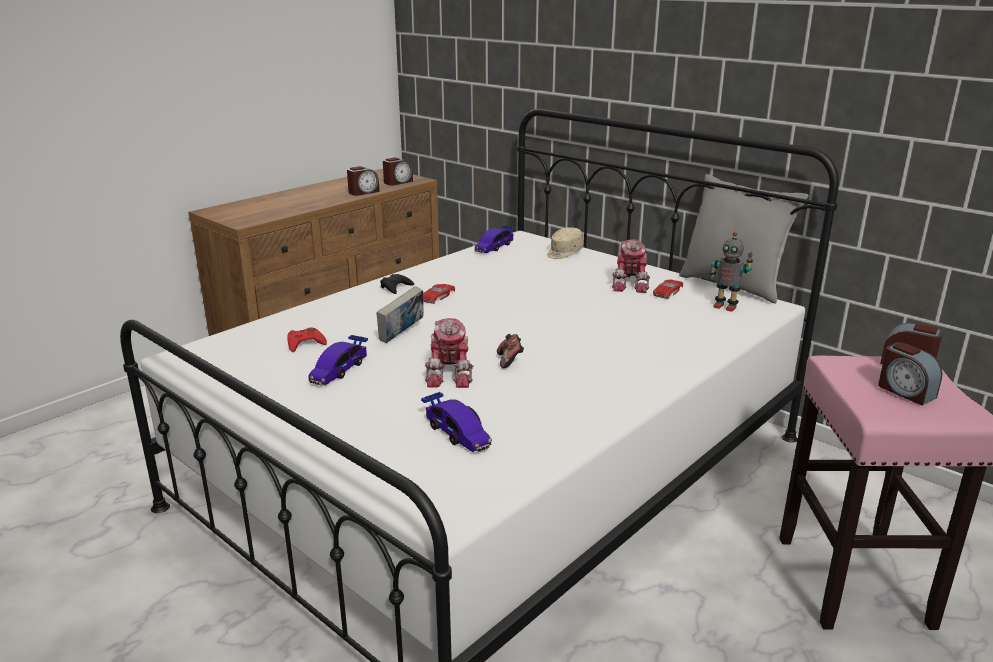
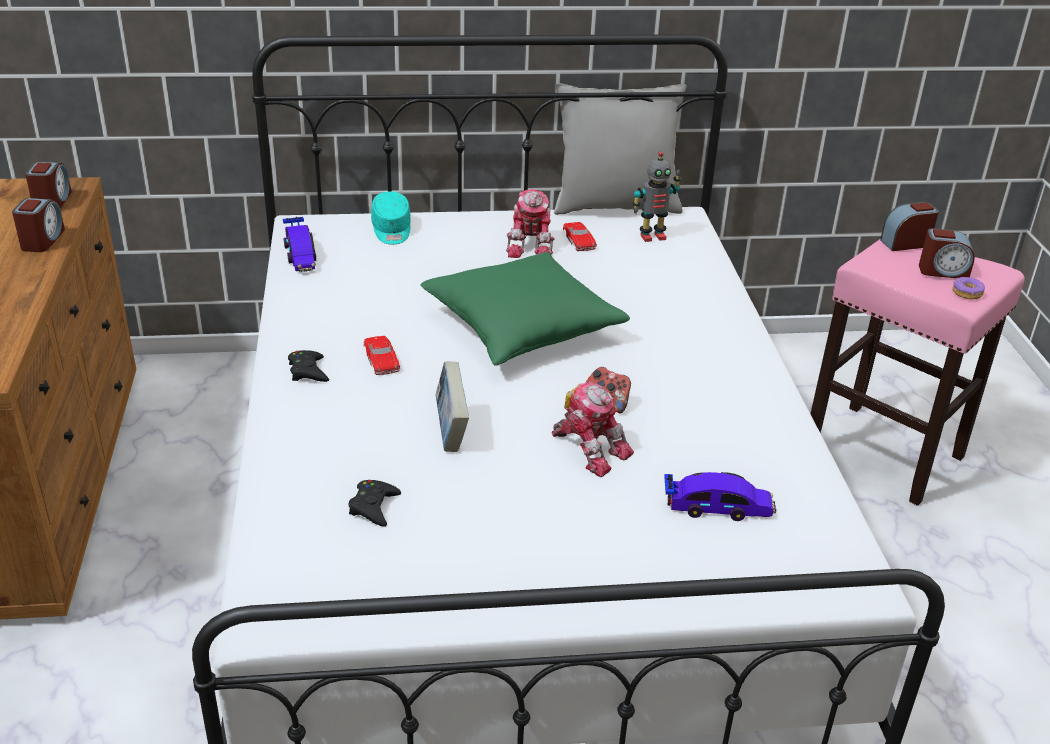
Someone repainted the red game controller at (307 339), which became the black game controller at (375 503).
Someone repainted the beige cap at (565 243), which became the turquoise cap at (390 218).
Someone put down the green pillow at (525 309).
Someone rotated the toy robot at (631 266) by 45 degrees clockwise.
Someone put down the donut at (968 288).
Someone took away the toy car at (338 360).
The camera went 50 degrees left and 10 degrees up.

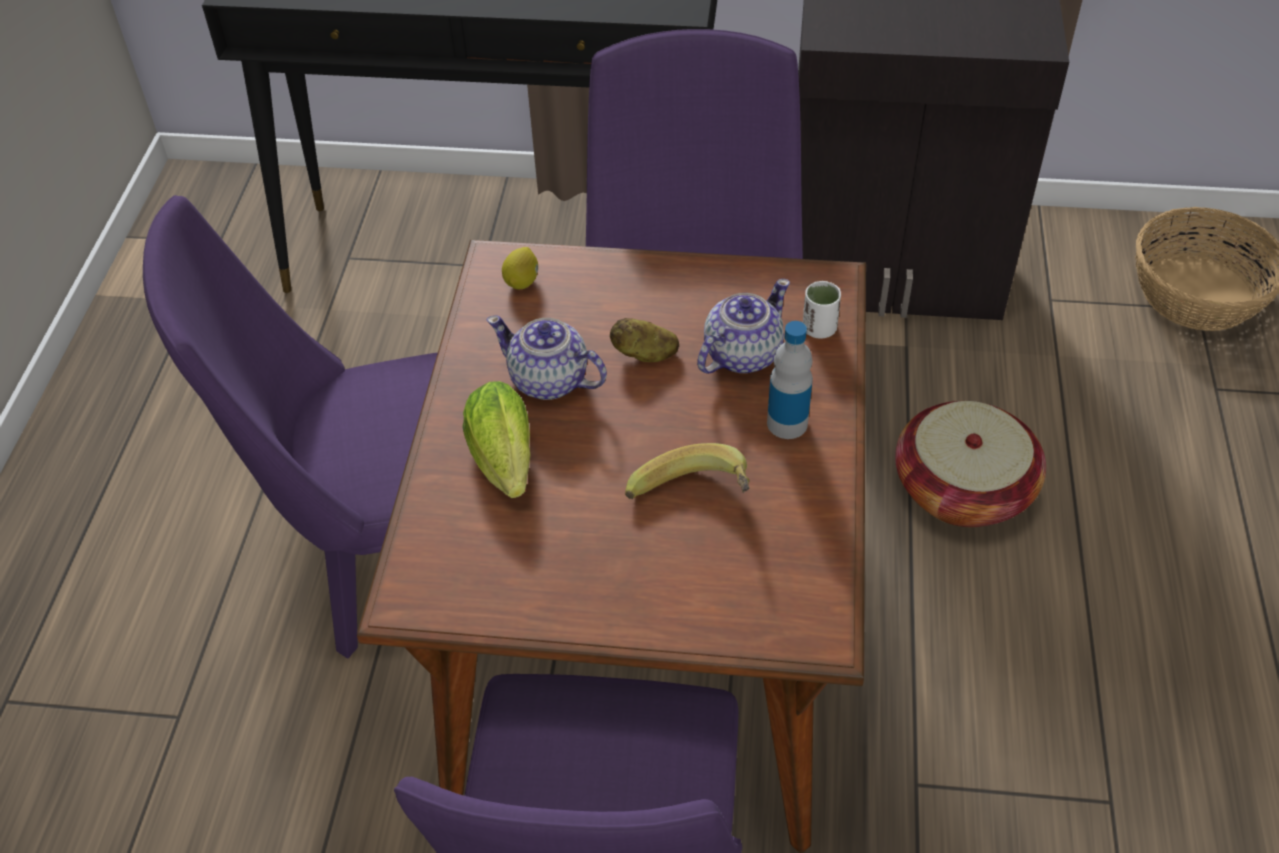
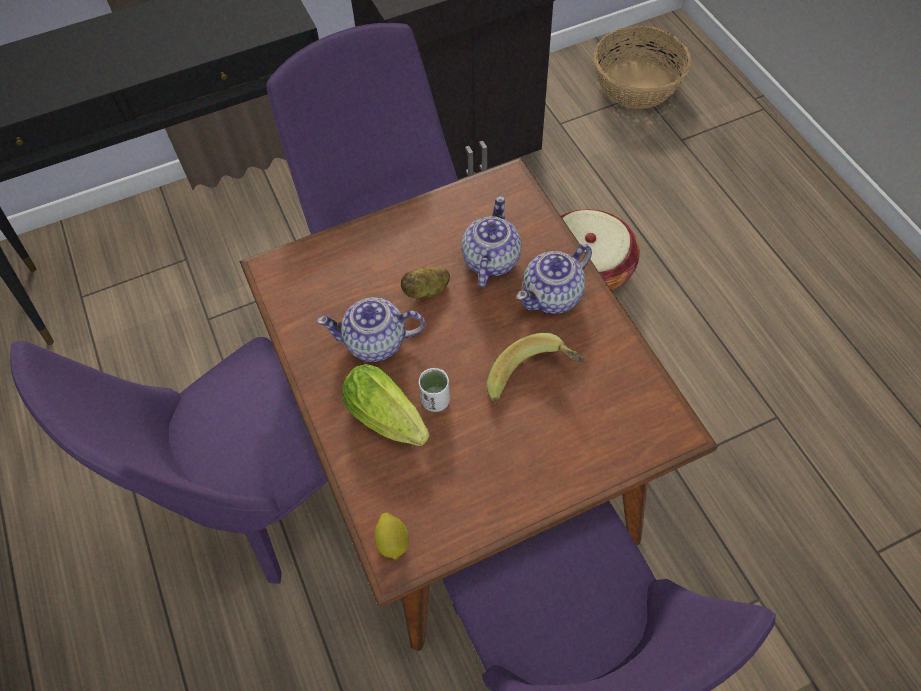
Someone carried the lemon from (520 268) to (392 536).
Someone carried the white cup from (822 310) to (434 390).
Someone swapped the bottle at (790 380) for the teapot at (554 279).
The camera went 30 degrees left and 10 degrees up.

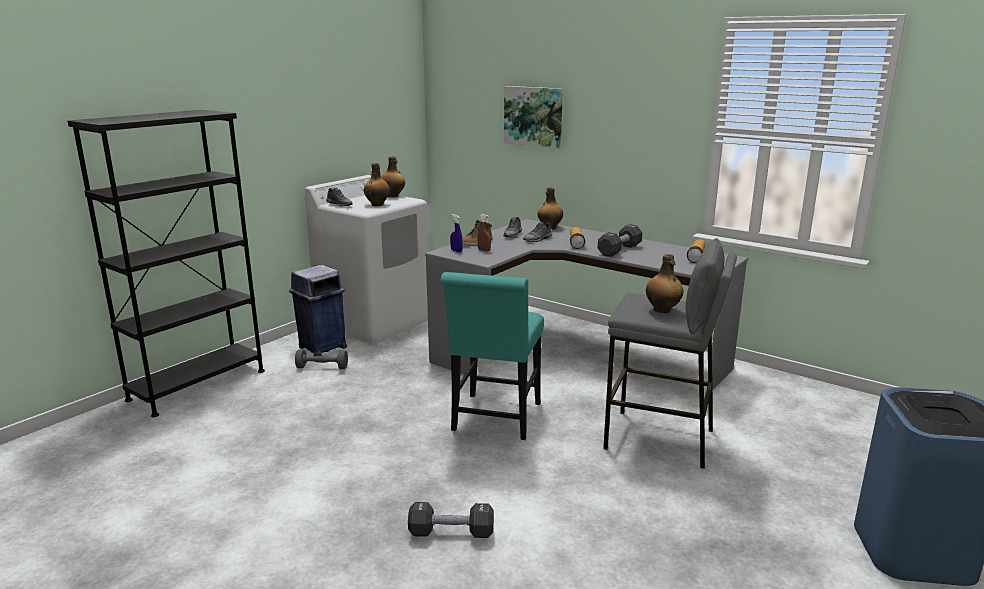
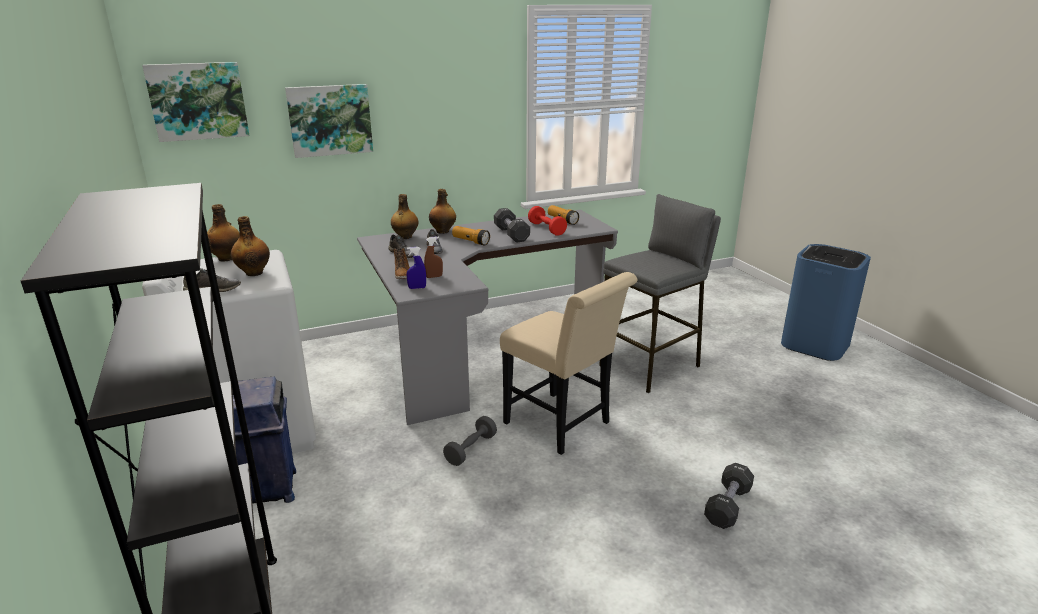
Someone put up the picture at (195 102).
Someone carried the bottle from (664 283) to (442 211).
Someone carried the grey dumbbell from (321 359) to (470 441).
Someone repainted the turquoise chair at (492 356), which became the beige chair at (569 363).
Someone put down the red dumbbell at (547 221).
The camera went 60 degrees left and 5 degrees up.

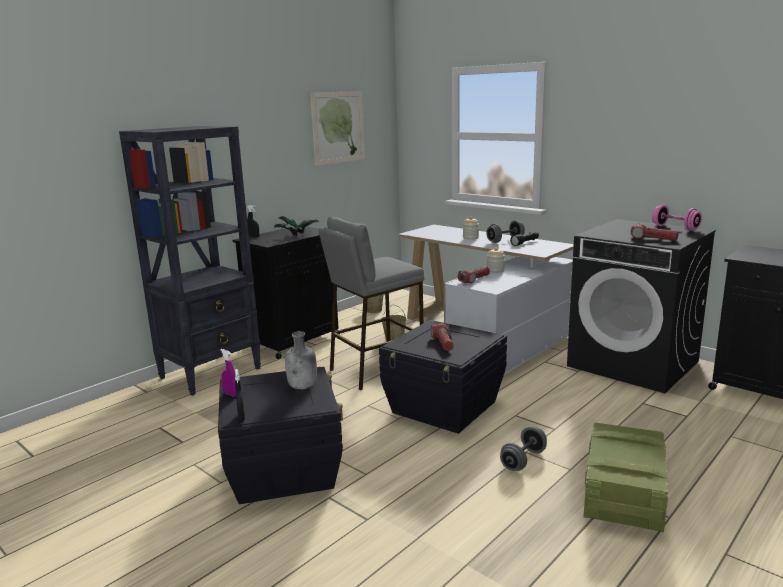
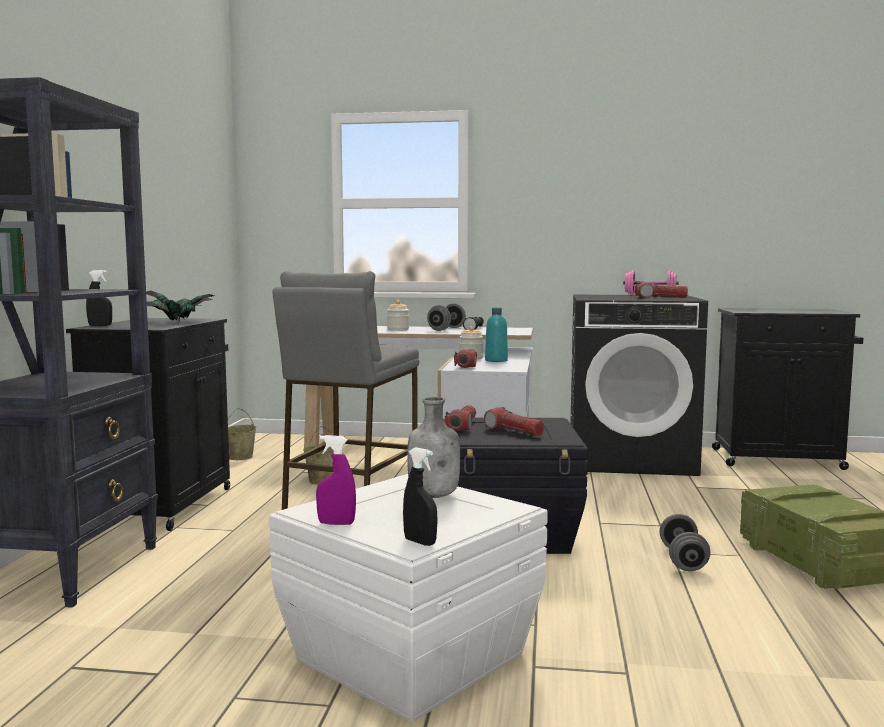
Someone repainted the black storage box at (280 435), which became the white storage box at (408 598).
Someone put down the flashlight at (460 418).
Someone put down the turquoise bottle at (496 335).
Someone took away the picture at (337 128).
The camera went 35 degrees left and 10 degrees down.

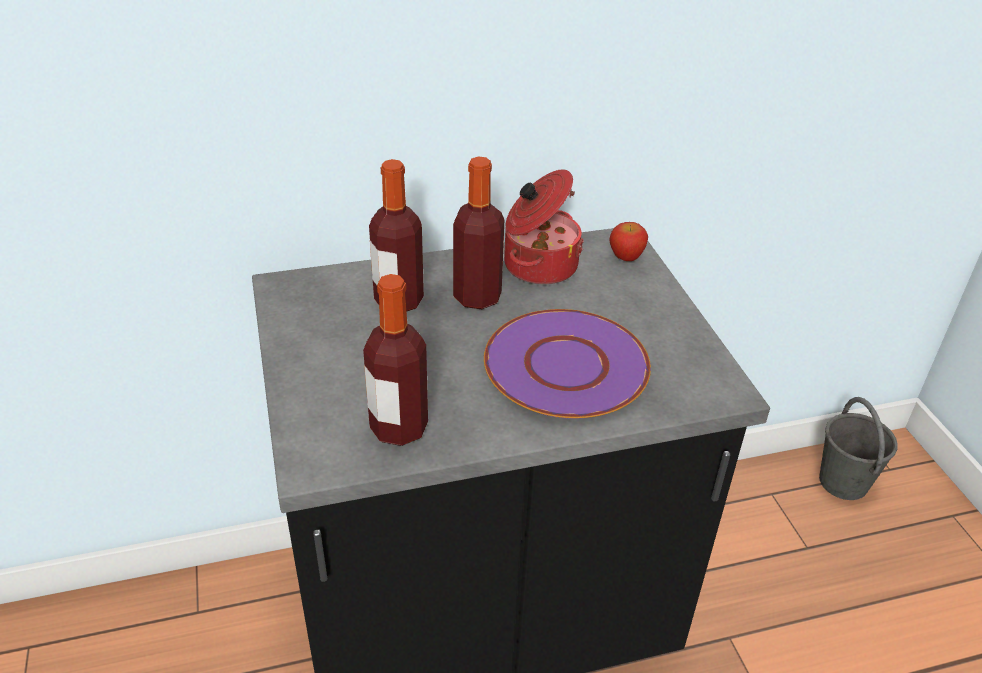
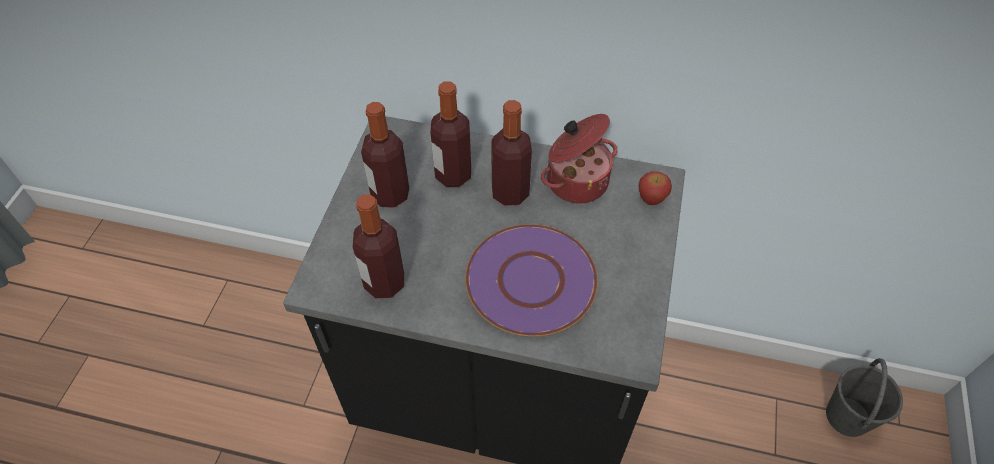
Someone put down the bottle at (385 155).
The camera went 30 degrees right and 15 degrees up.

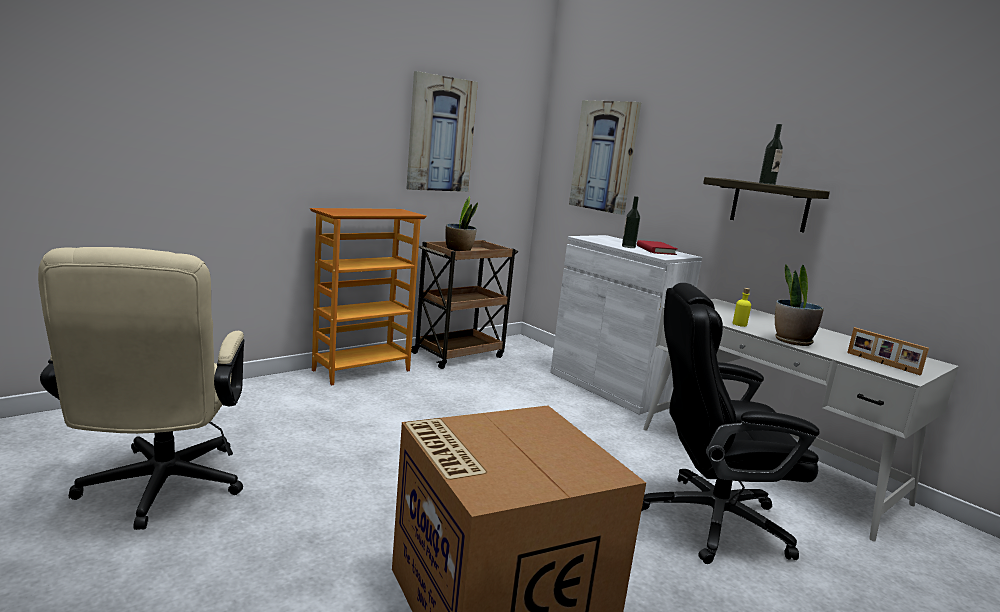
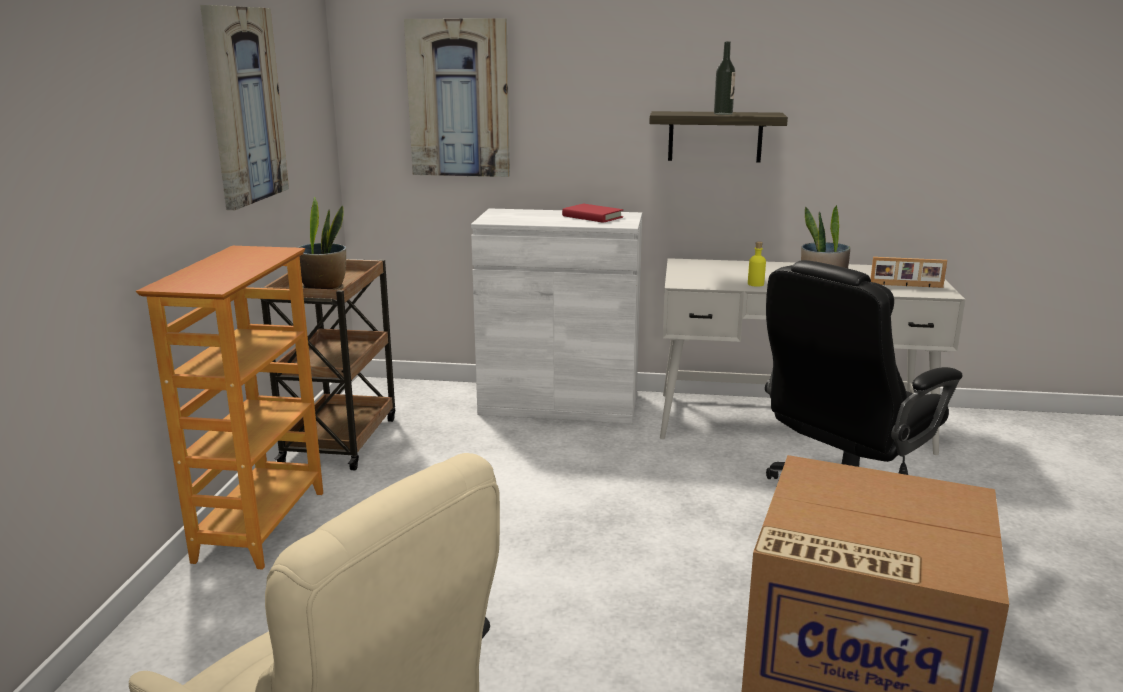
Someone took away the bottle at (631 222).
The camera went 40 degrees left and 5 degrees up.

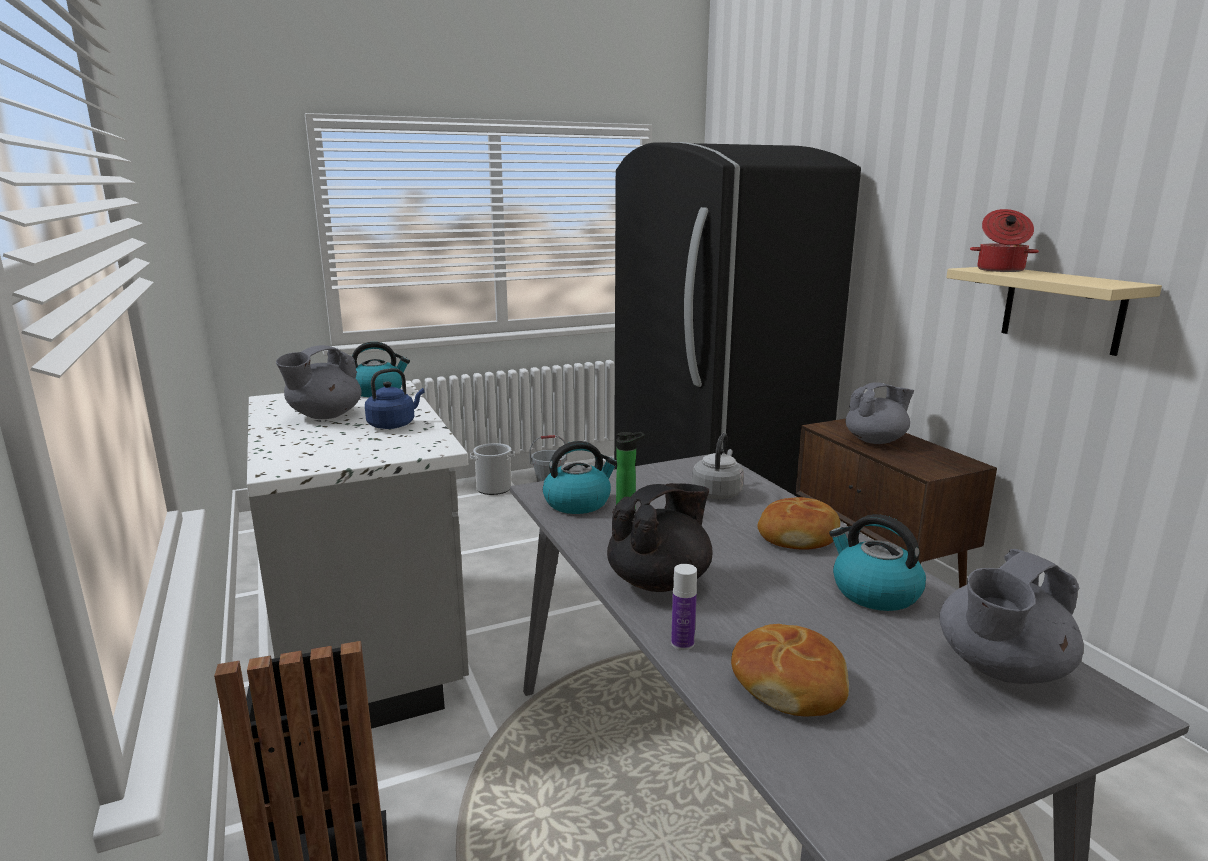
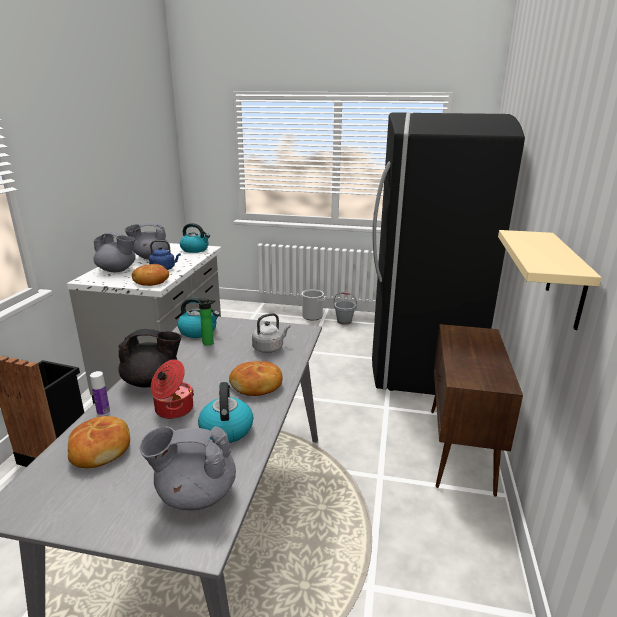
Someone carried the grey teapot from (880 413) to (114 252).
Someone put down the bread at (150 275).
Someone carried the cooking pot from (1004 240) to (172 389).
The camera went 35 degrees right and 5 degrees up.

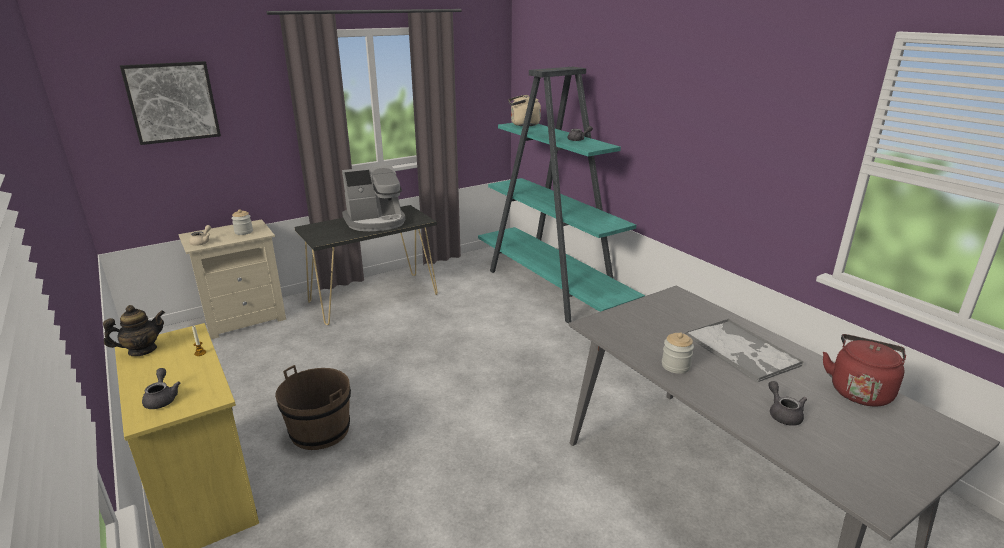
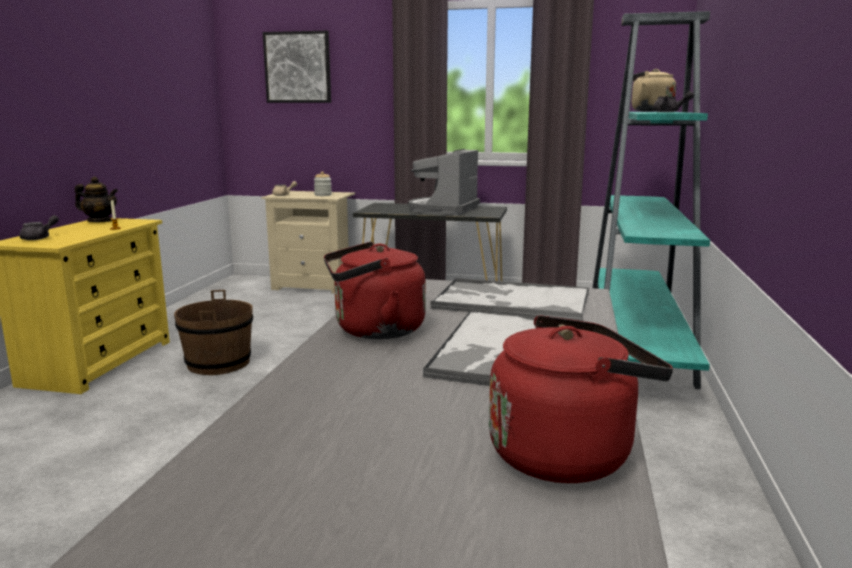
Someone swapped the jar at (678 353) for the red kettle at (375 290).
Someone rotated the coffee machine at (373 198) by 90 degrees clockwise.
Someone put down the tray at (509 299).
Someone took away the grey teapot at (787 403).
The camera went 45 degrees right and 10 degrees down.

